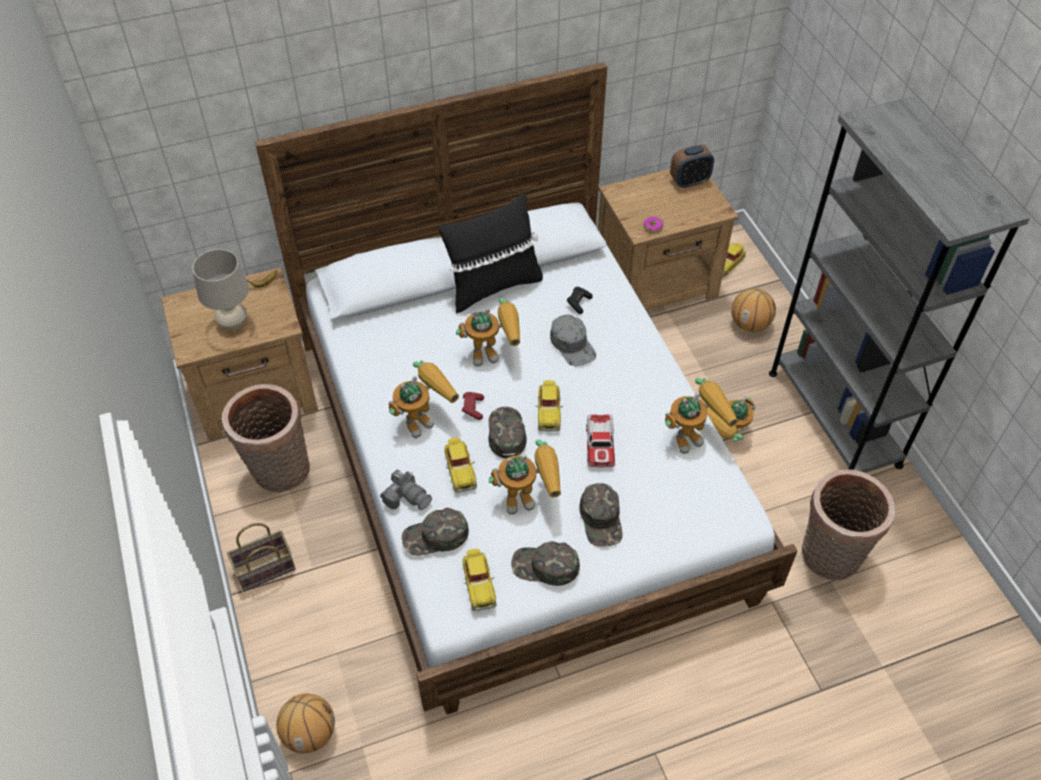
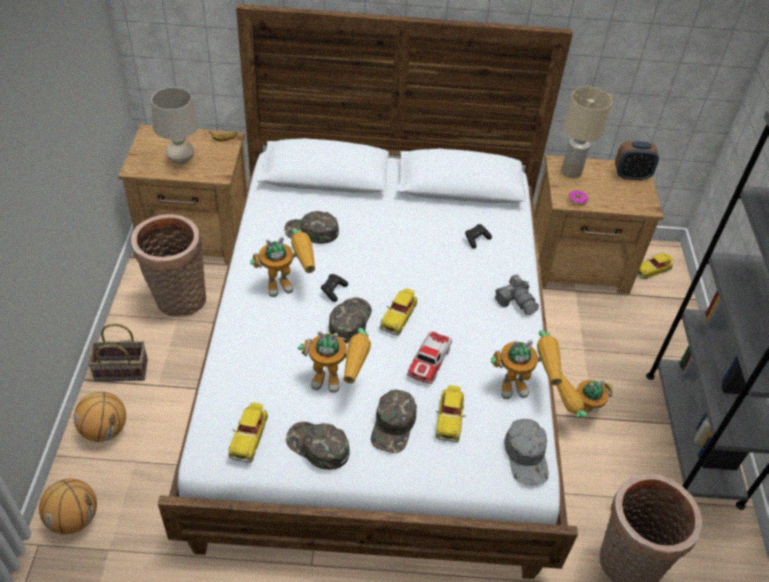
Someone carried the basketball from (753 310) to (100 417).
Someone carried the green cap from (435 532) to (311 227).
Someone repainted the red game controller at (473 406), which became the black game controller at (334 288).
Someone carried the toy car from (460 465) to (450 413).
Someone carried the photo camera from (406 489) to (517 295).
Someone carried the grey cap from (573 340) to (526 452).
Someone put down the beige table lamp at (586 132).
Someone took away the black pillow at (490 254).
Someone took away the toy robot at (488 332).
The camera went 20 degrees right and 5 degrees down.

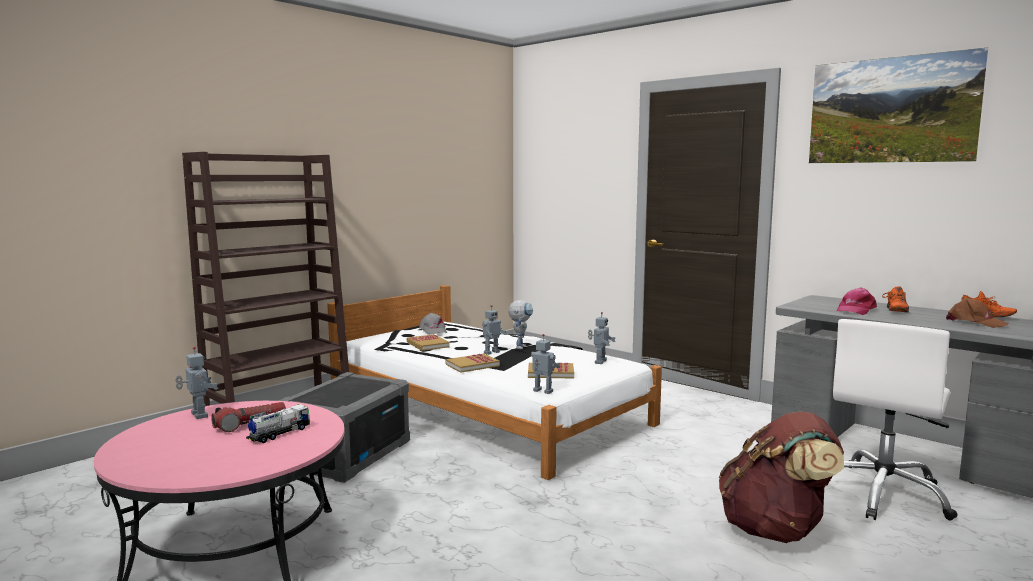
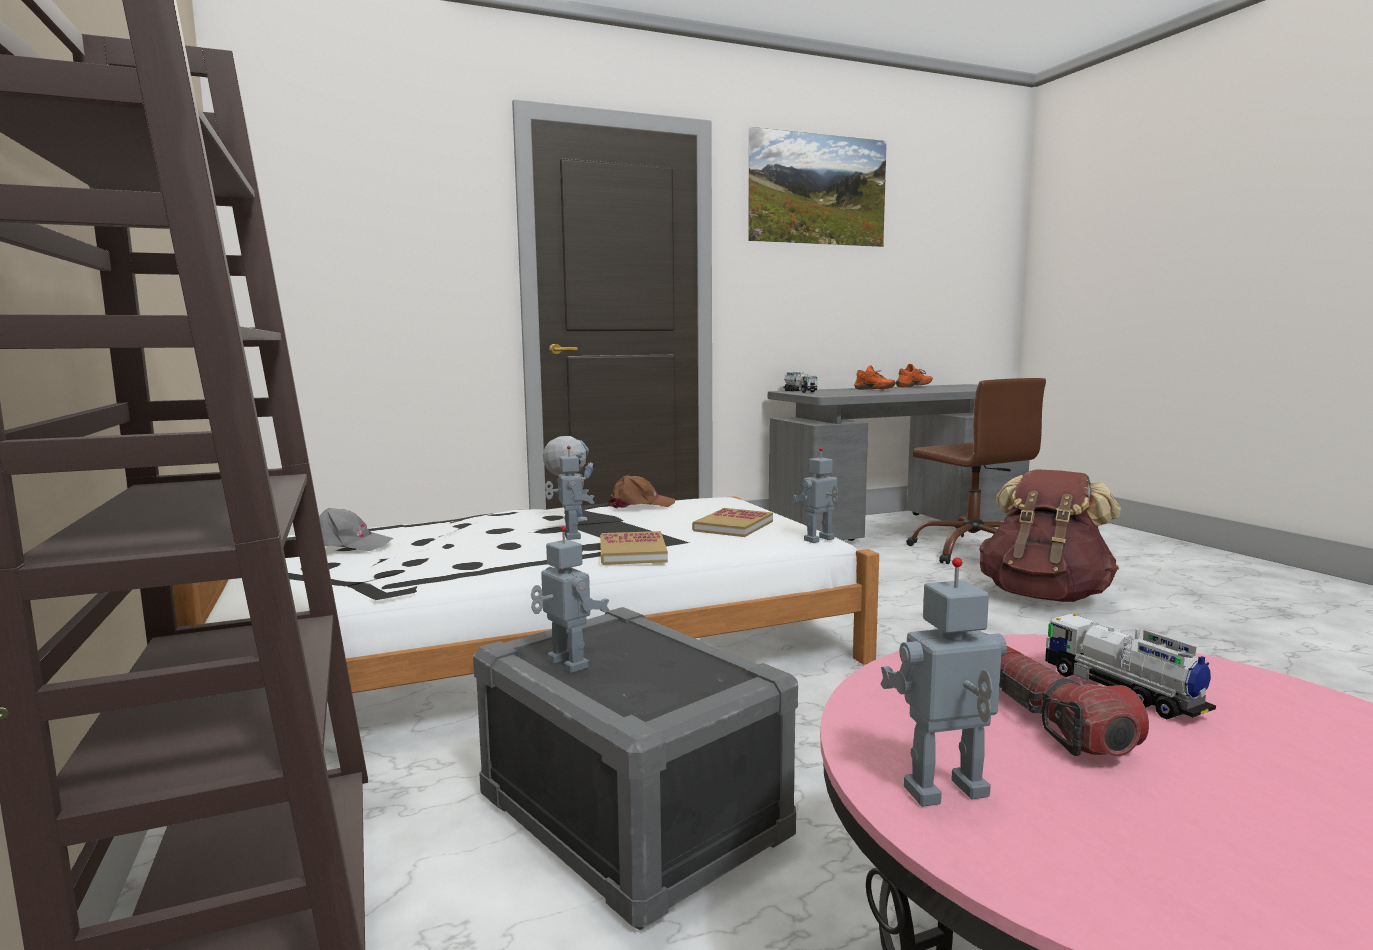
Someone carried the toy robot from (601 338) to (570 599).
Someone carried the brown cap from (977 312) to (641 491).
Someone put down the toy truck at (800 382).
Someone repainted the white office chair at (895 420), which became the brown office chair at (976 471).
Someone took away the book at (428 342).
Someone took away the pink cap at (857 301).
The camera went 65 degrees left and 0 degrees up.

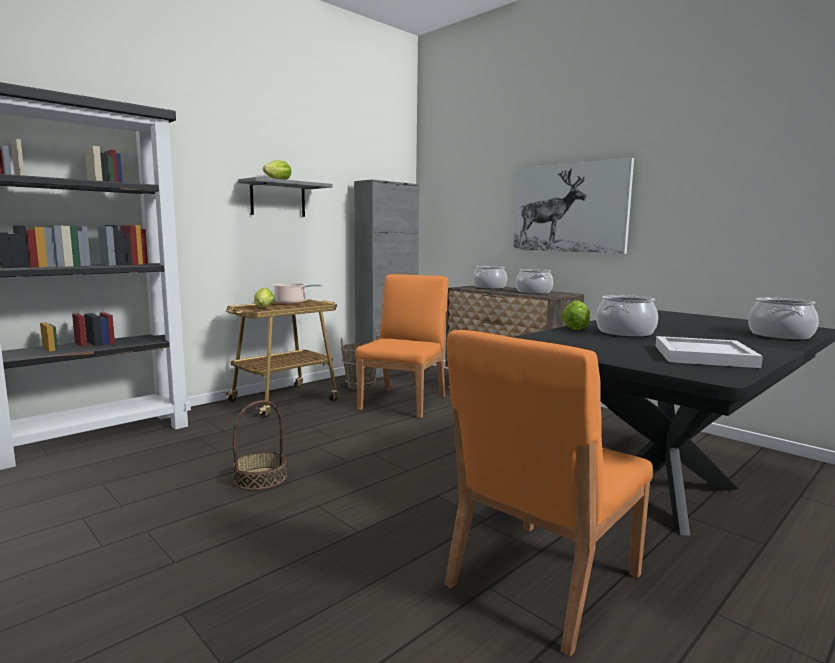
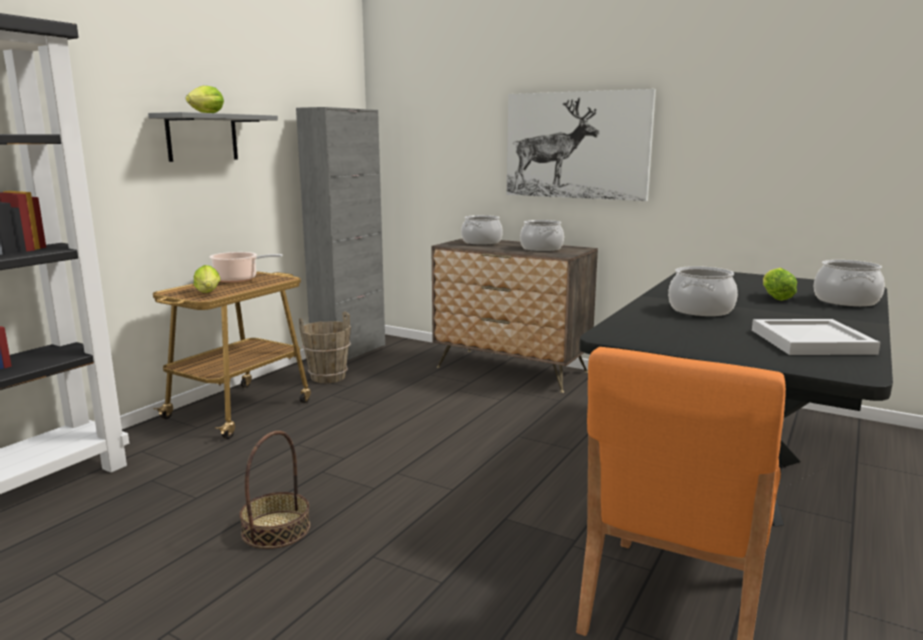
Someone carried the lettuce from (575 315) to (780 284).
Someone took away the orange chair at (401 346).
The camera went 15 degrees left and 5 degrees up.

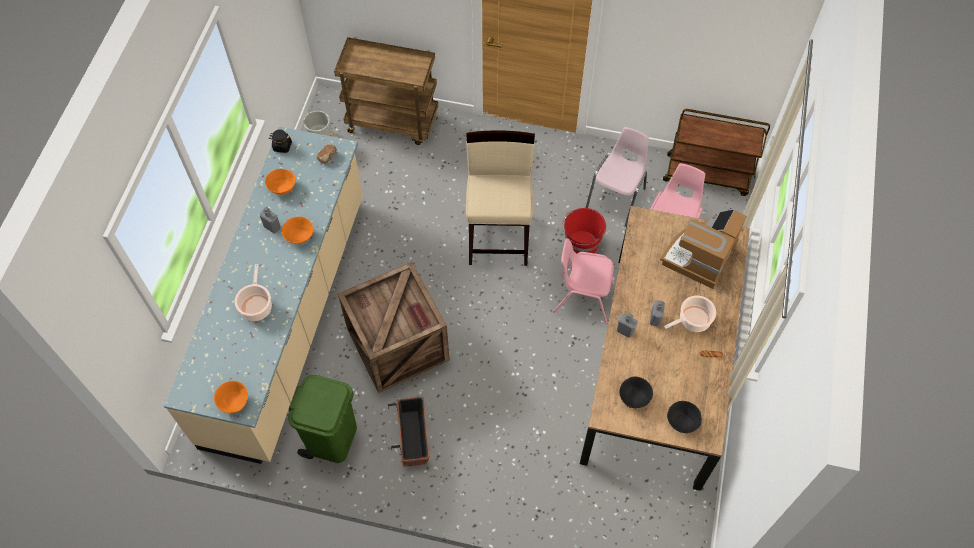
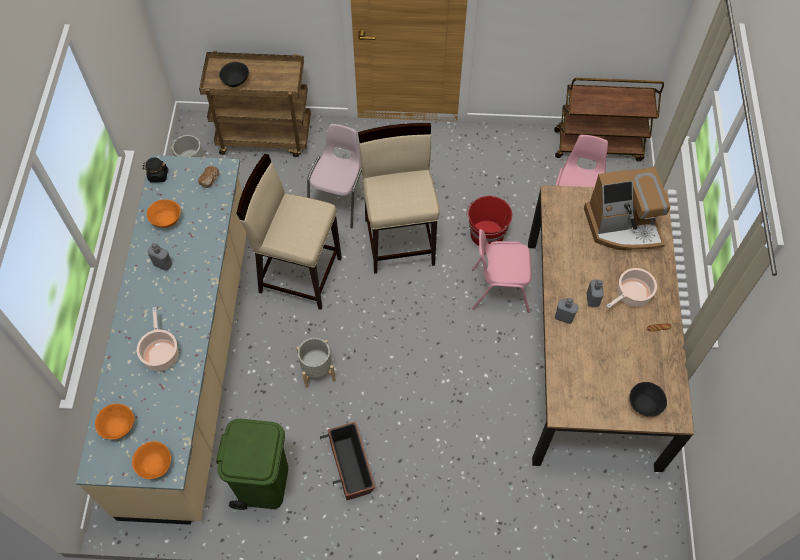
Someone carried the orange bowl from (298 230) to (114 422).
Someone carried the black bowl from (636 392) to (234 74).
Someone put down the beige stool at (289 232).
Someone swapped the crate at (393 327) for the grey planter at (316 363).
Someone carried the pink chair from (617 177) to (334 176).
Someone rotated the coffee machine at (703 249) by 120 degrees counterclockwise.
The camera went 10 degrees left and 0 degrees up.

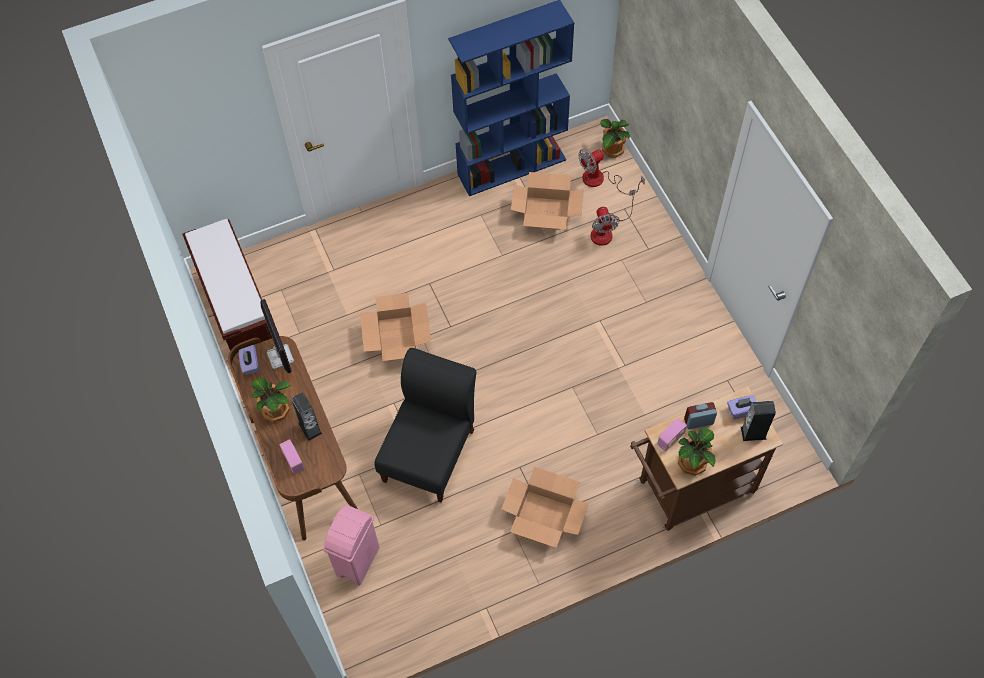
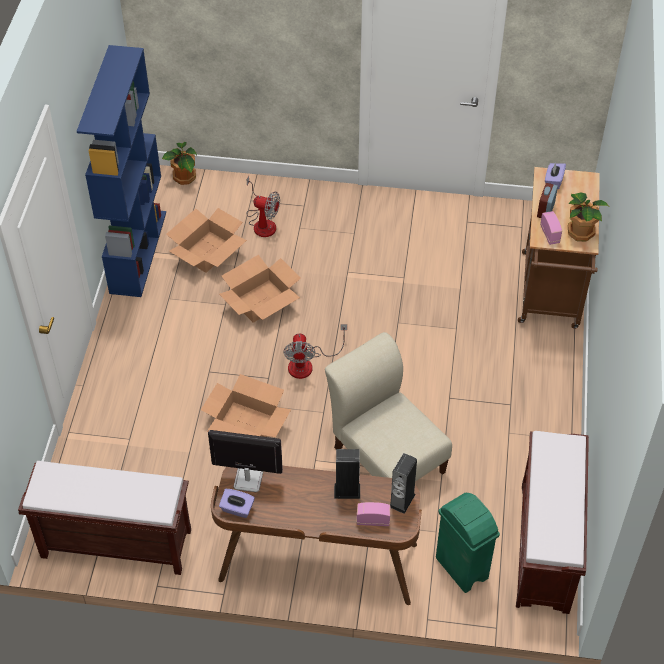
Someone carried the cardboard box from (545 507) to (260 289).
Someone carried the fan from (612 171) to (315 351).
Someone repainted the black chair at (425 425), which became the beige chair at (388 407).
Someone carried the speaker from (758 421) to (403 483).
Someone repainted the pink trash can at (351 545), which became the green trash can at (468 543).
Someone put down the brown bench at (552 522).
Someone took away the potted plant at (272 400).
The camera went 60 degrees left and 10 degrees down.

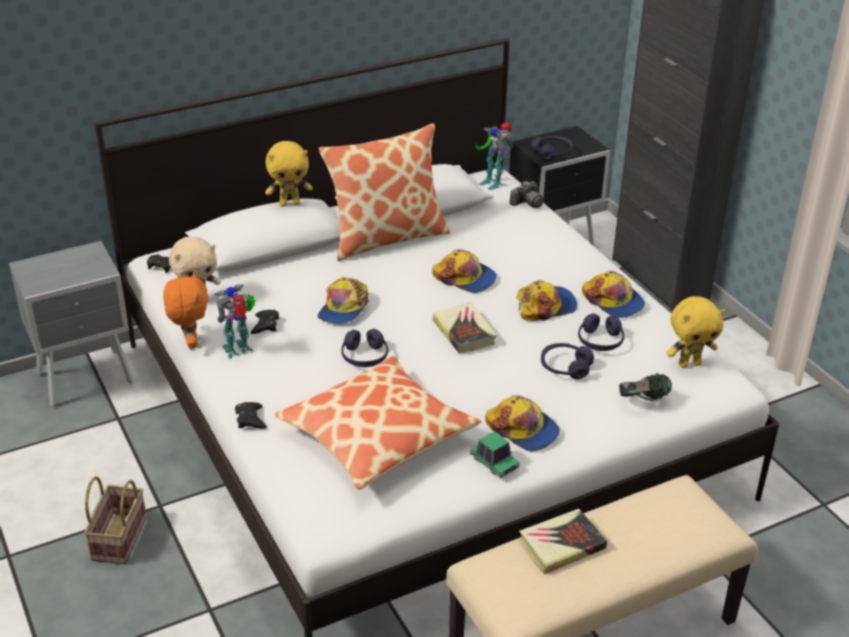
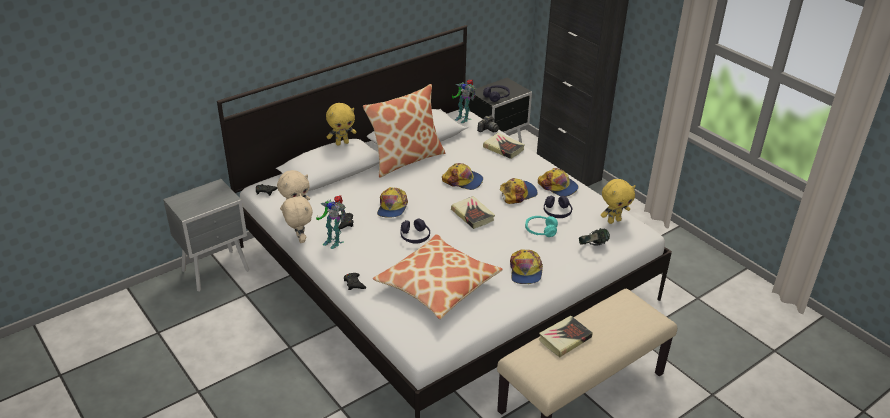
Someone repainted the orange plush toy at (185 310), which became the beige plush toy at (297 218).
Someone rotated the toy robot at (234 321) by 105 degrees counterclockwise.
Someone put down the book at (504 146).
Someone rotated the cap at (522 423) by 60 degrees clockwise.
Someone repainted the purple headphones at (567 361), which became the turquoise headphones at (541 226).
Someone took away the basket at (115 520).
Someone took away the toy car at (495 454).
The camera went 10 degrees left and 0 degrees up.

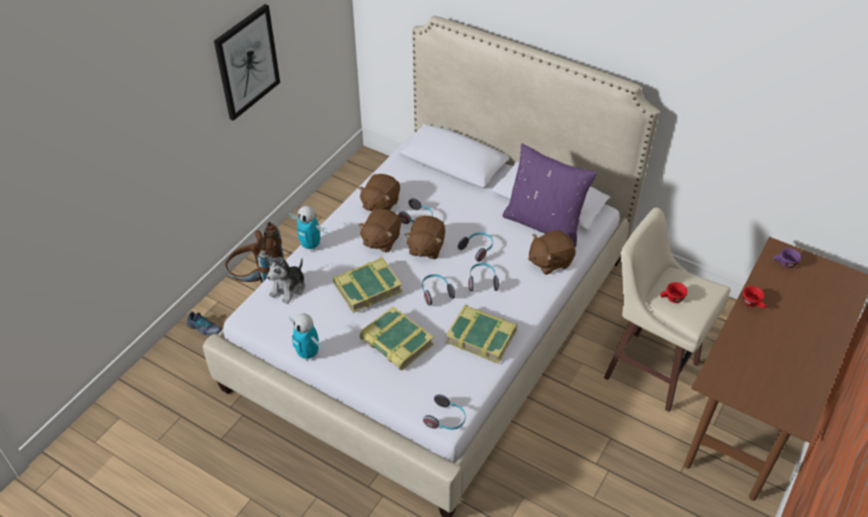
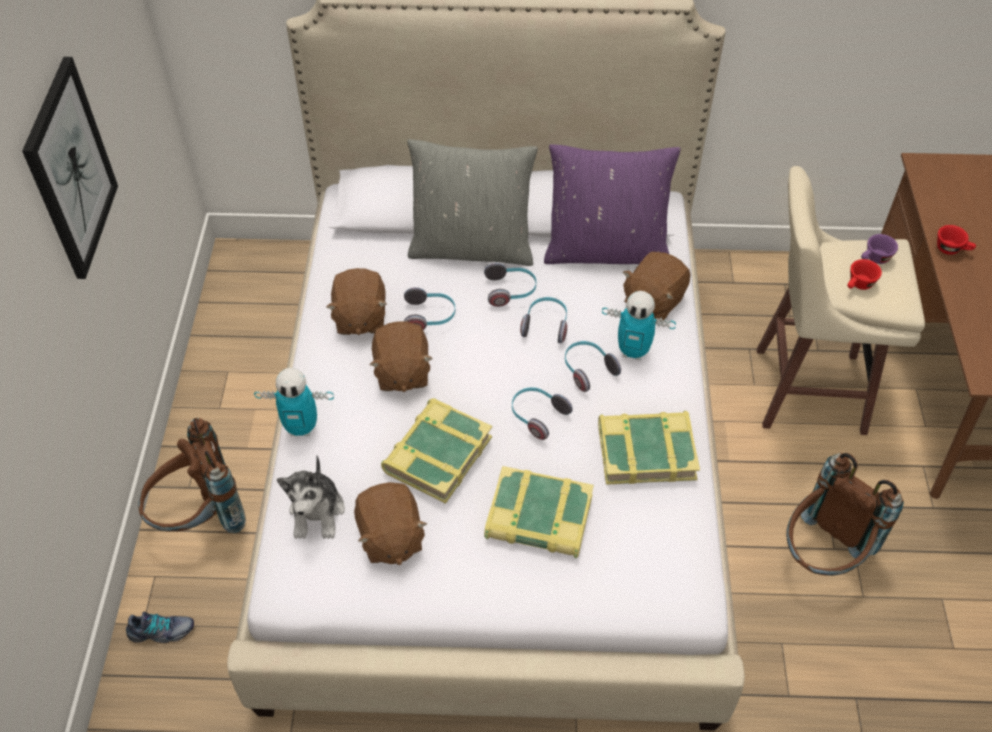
Someone carried the brown plush toy from (425 237) to (390 523).
Someone put down the grey pillow at (472 202).
Someone carried the headphones from (444 412) to (510 285).
Someone carried the toy robot from (304 337) to (639 325).
Someone put down the brown backpack at (845 514).
Someone carried the purple cup from (787 258) to (879 249).
The camera went 30 degrees left and 5 degrees up.

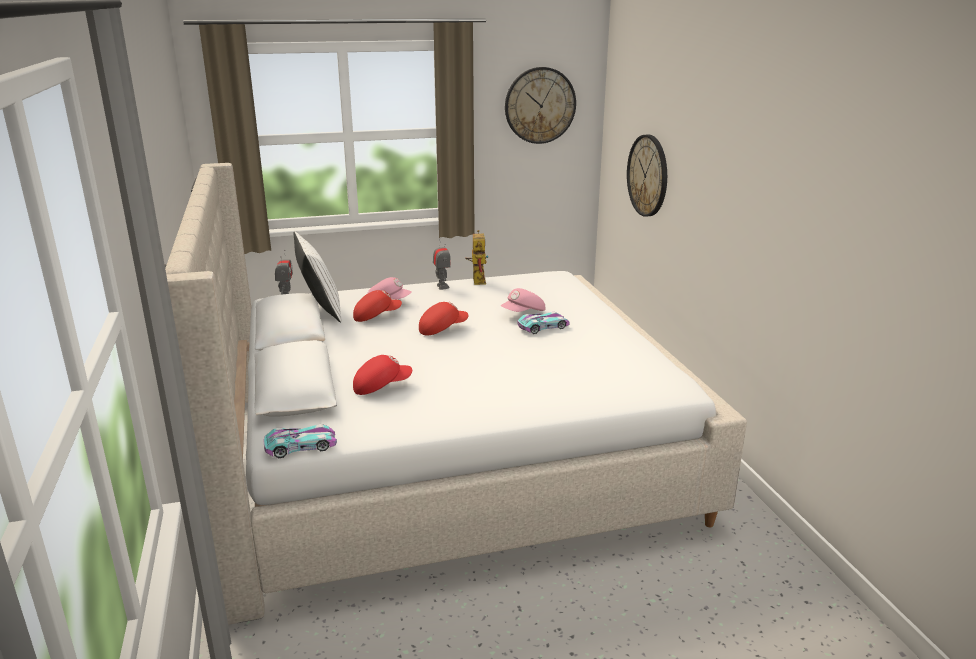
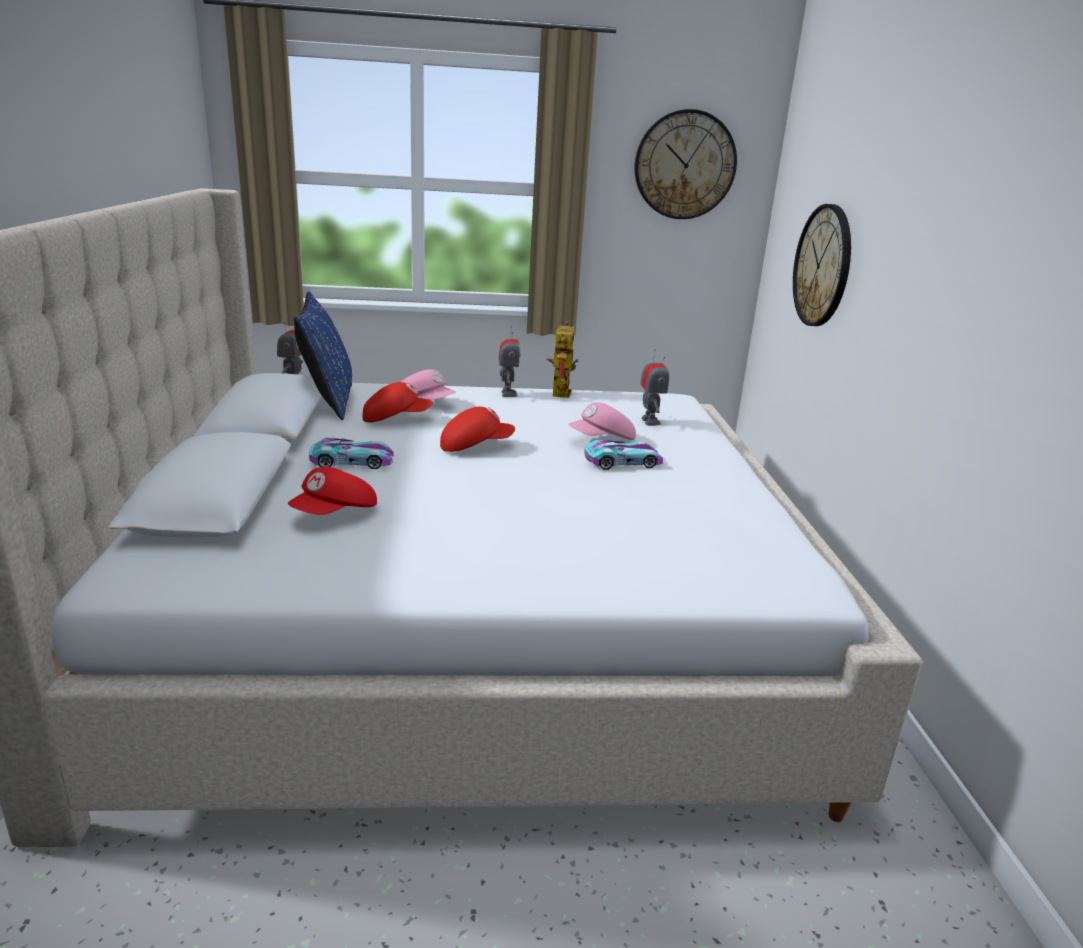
Someone rotated the red cap at (382 375) by 135 degrees clockwise.
Someone repainted the white pillow at (317 277), which became the blue pillow at (323 355).
Someone carried the toy car from (300 441) to (351 453).
Someone put down the toy robot at (654 387).
The camera went 10 degrees right and 0 degrees up.

